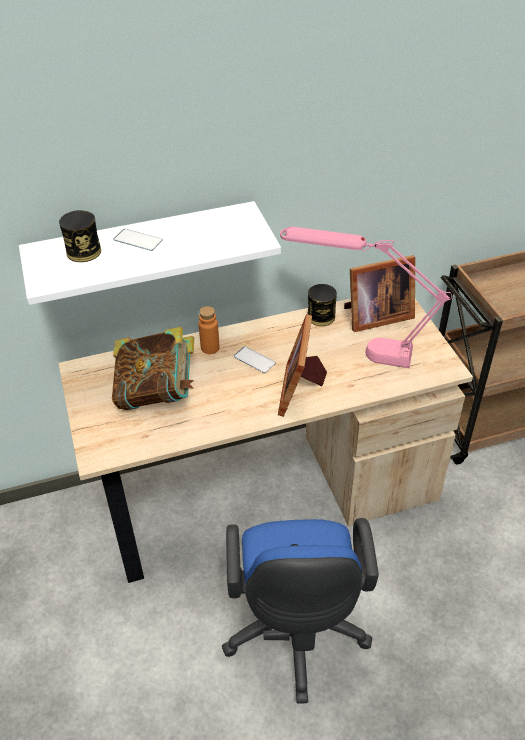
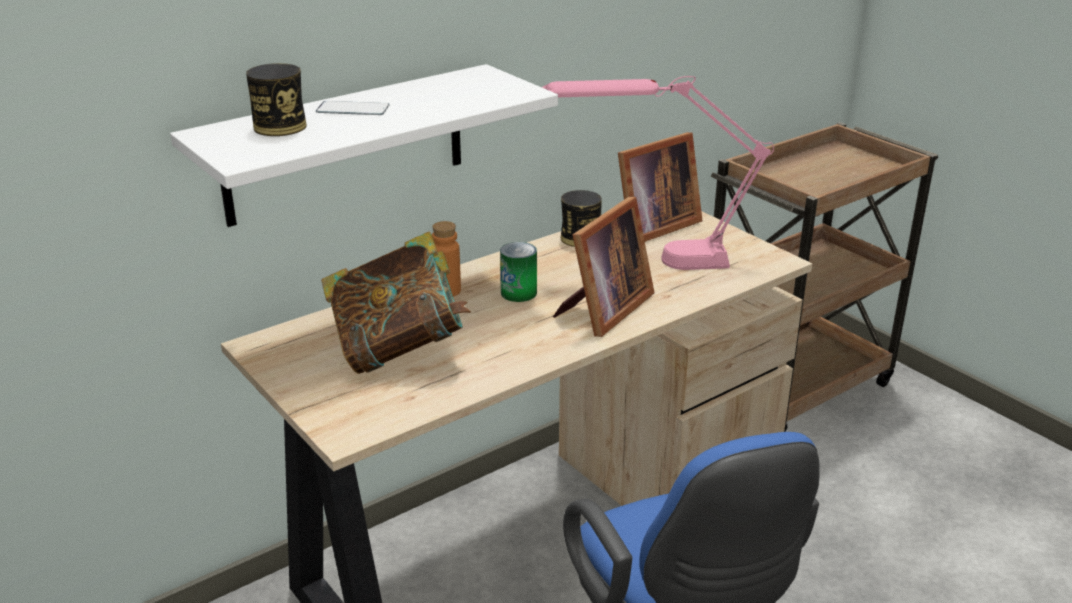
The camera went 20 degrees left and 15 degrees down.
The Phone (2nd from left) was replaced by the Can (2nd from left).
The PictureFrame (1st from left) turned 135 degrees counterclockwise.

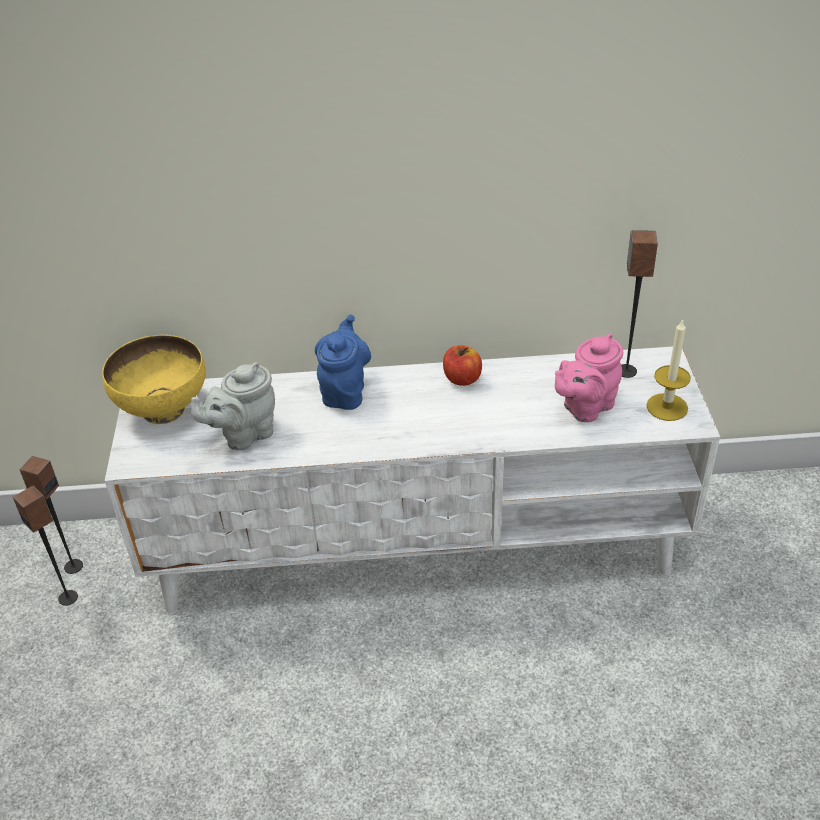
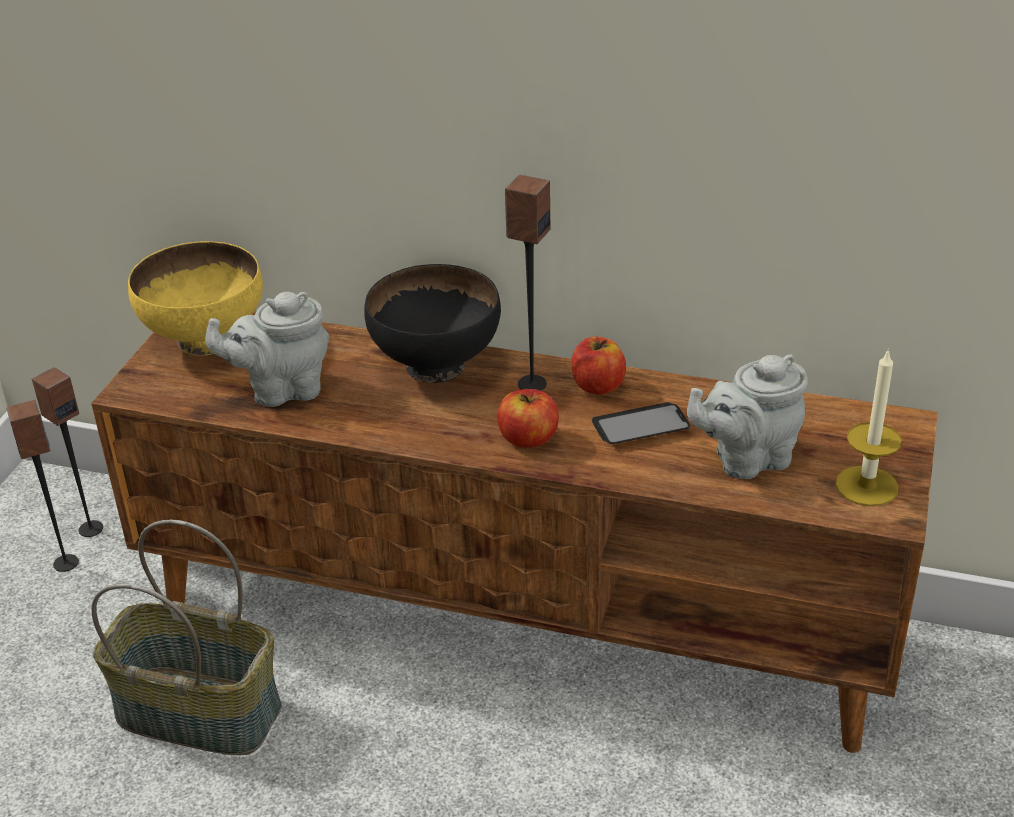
The camera went 20 degrees right and 5 degrees down.
The WhiteTvStand became the BrownTvStand.
The Basket appeared.
The BlueTeapot was replaced by the BlackBowl.
The Apple (1st from left) appeared.
The Speaker (3rd from left) moved.
The Phone appeared.
The PinkTeapot became the GreyTeapot (2nd from left).

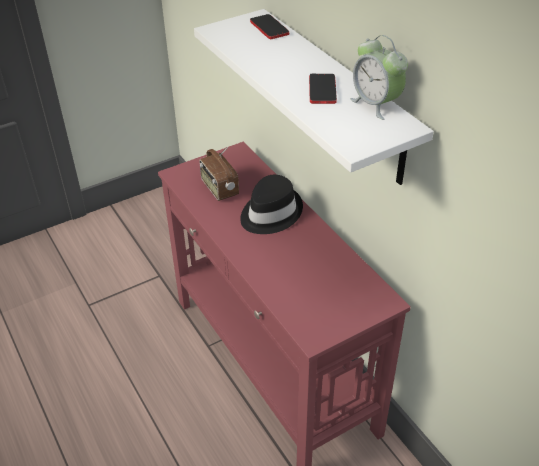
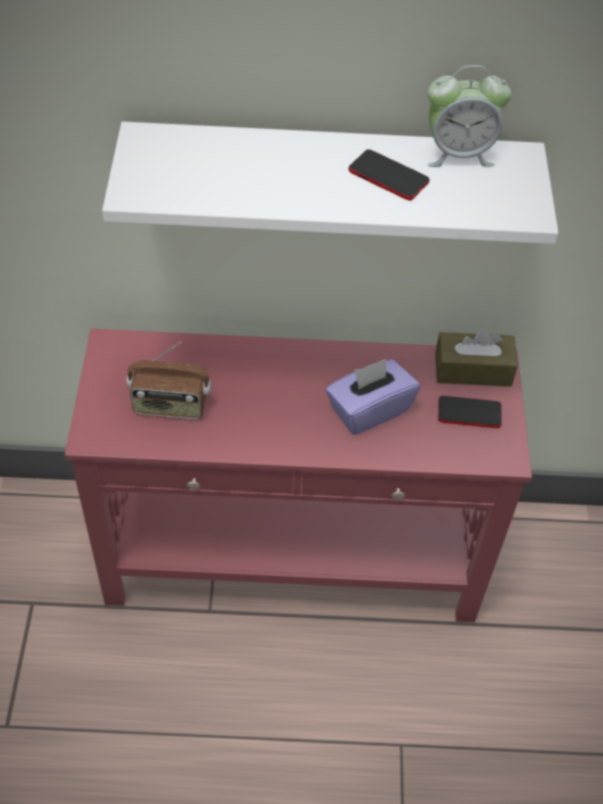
The camera went 60 degrees left and 10 degrees up.
The PurpleTissueBox appeared.
The BrownTissueBox appeared.
The Phone (1st from left in the first image) moved.
The BlackHat disappeared.

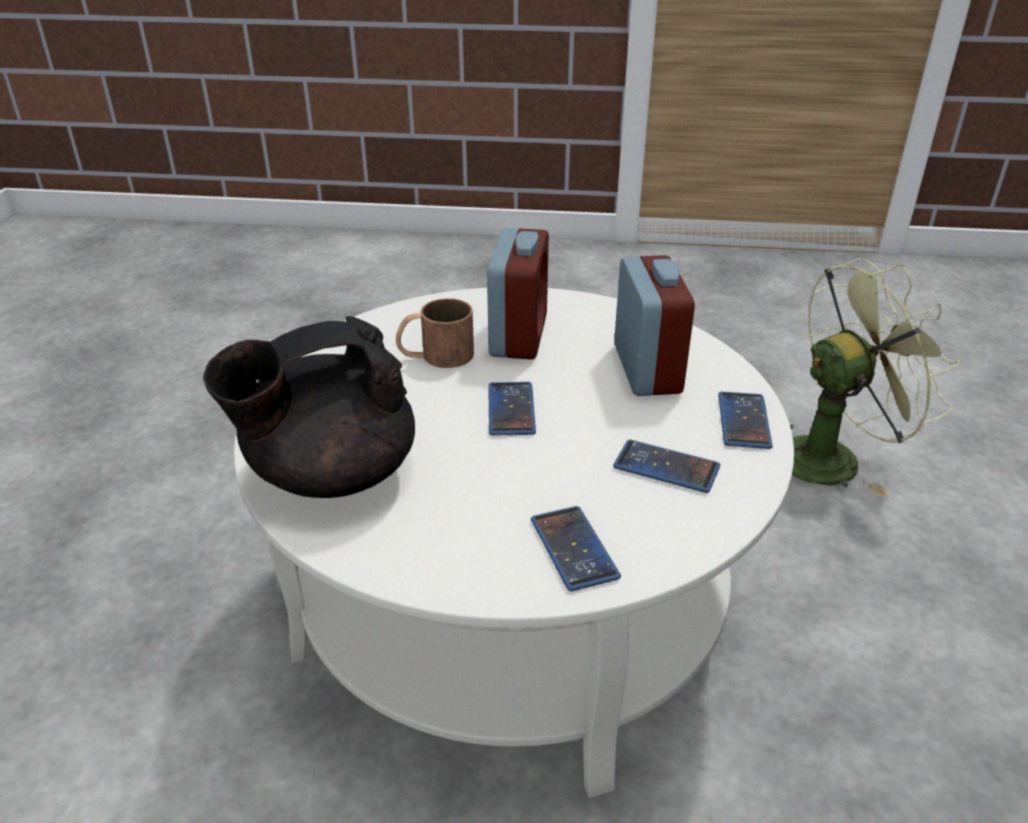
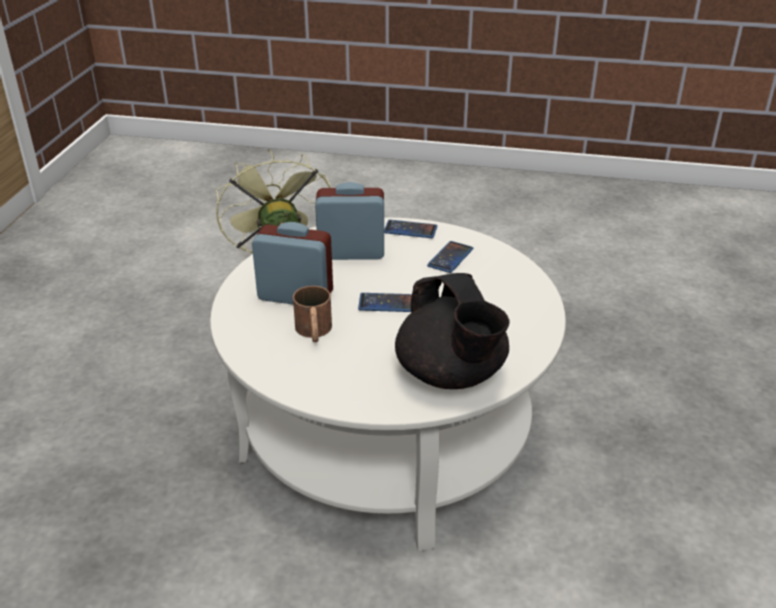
The camera went 85 degrees left and 0 degrees up.
The Phone (2nd from left) disappeared.

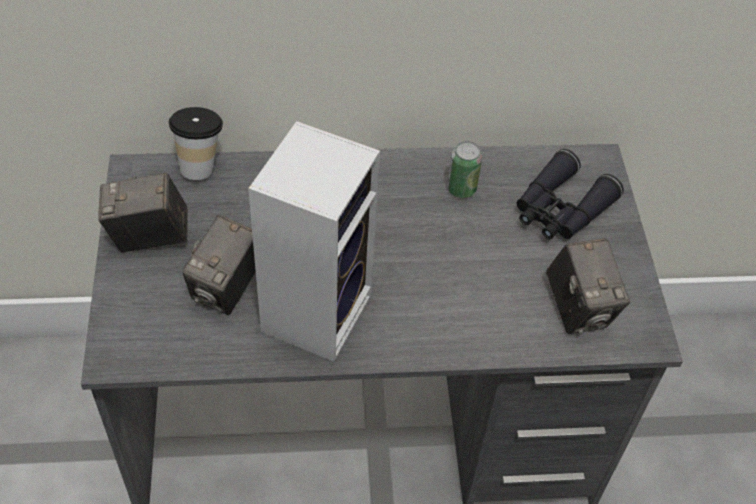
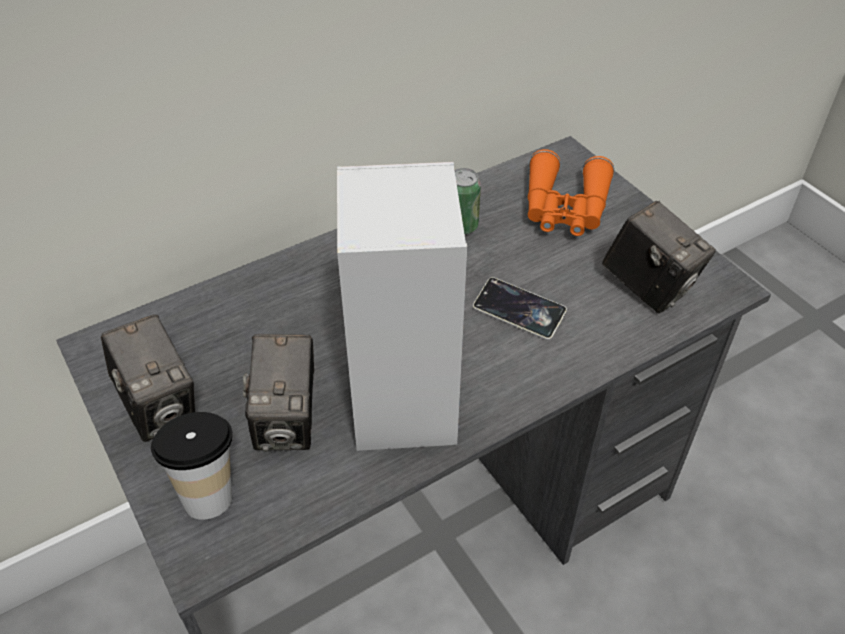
The camera went 25 degrees left and 5 degrees down.
The PhotoCamera (1st from left) turned 90 degrees counterclockwise.
The Cup moved.
The Phone appeared.
The BlackBinoculars became the OrangeBinoculars.

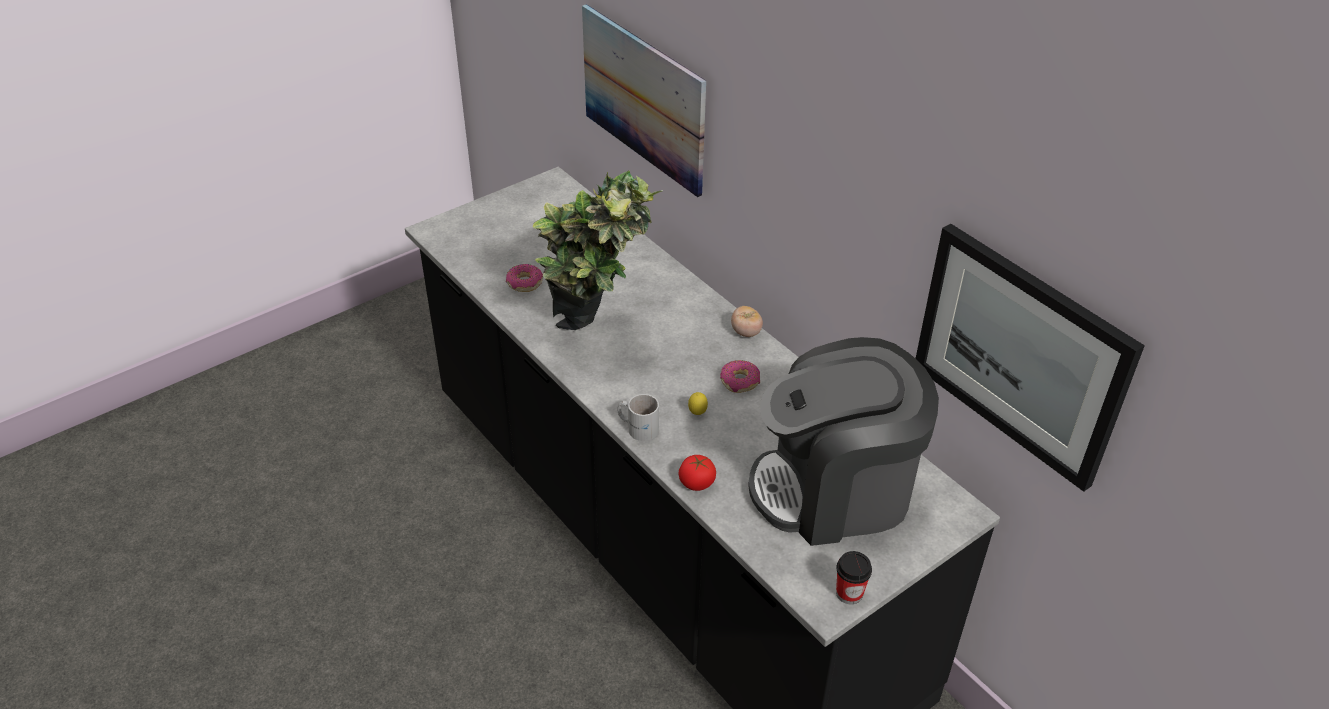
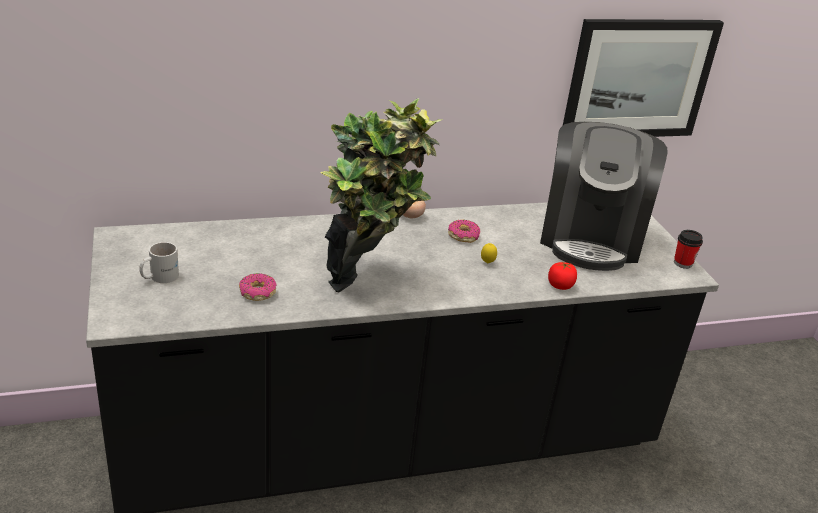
The camera went 70 degrees left and 10 degrees down.
The WhiteMug moved.
The Picture (1st from left) disappeared.

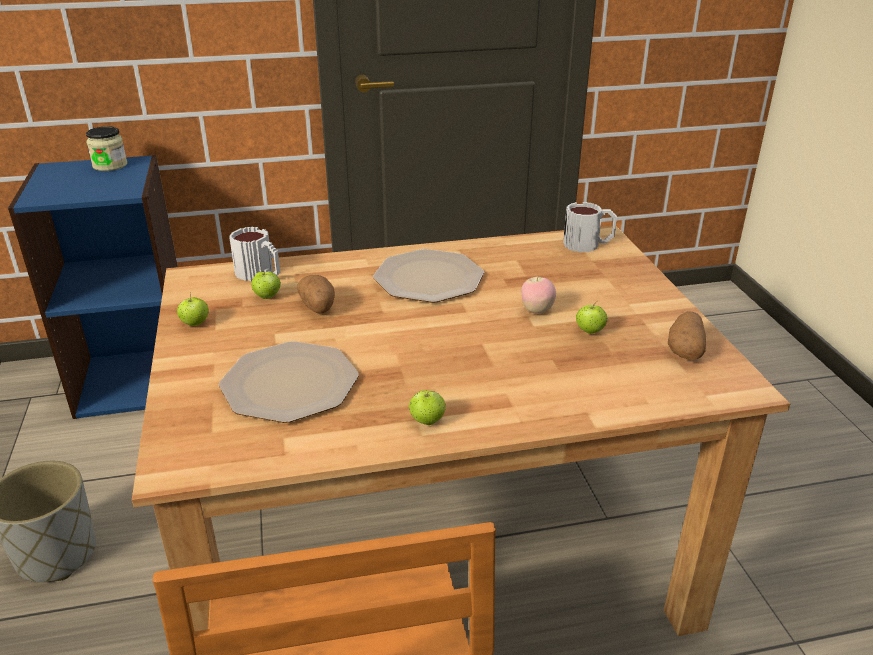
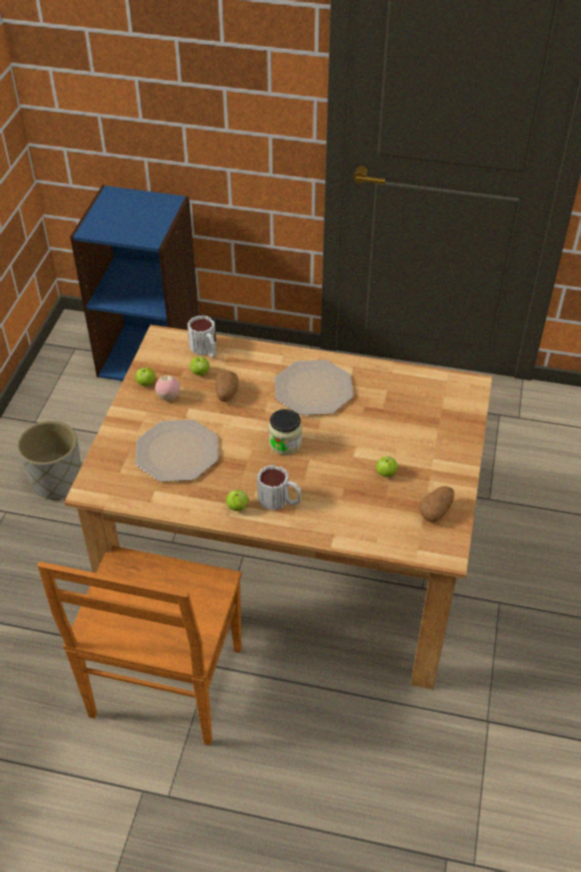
The camera went 25 degrees right and 15 degrees up.
The Apple (4th from left in the first image) moved.
The Mug (2nd from left) moved.
The Jar moved.

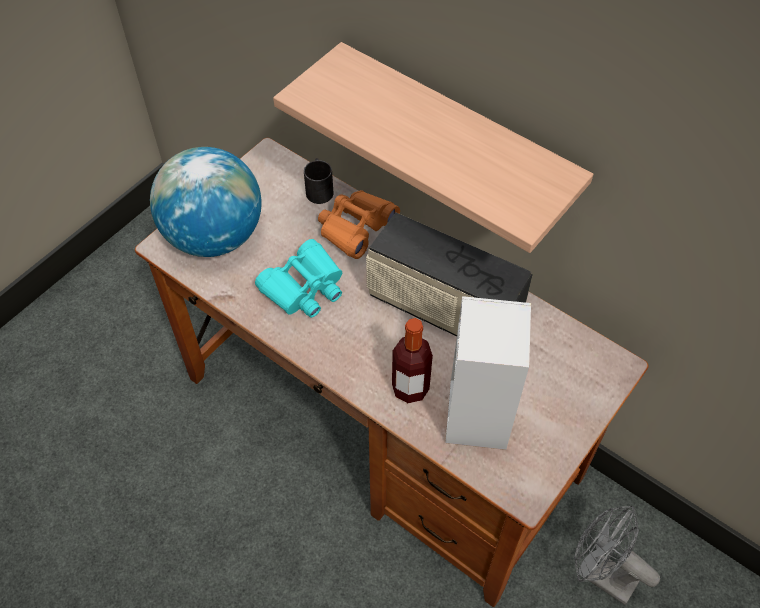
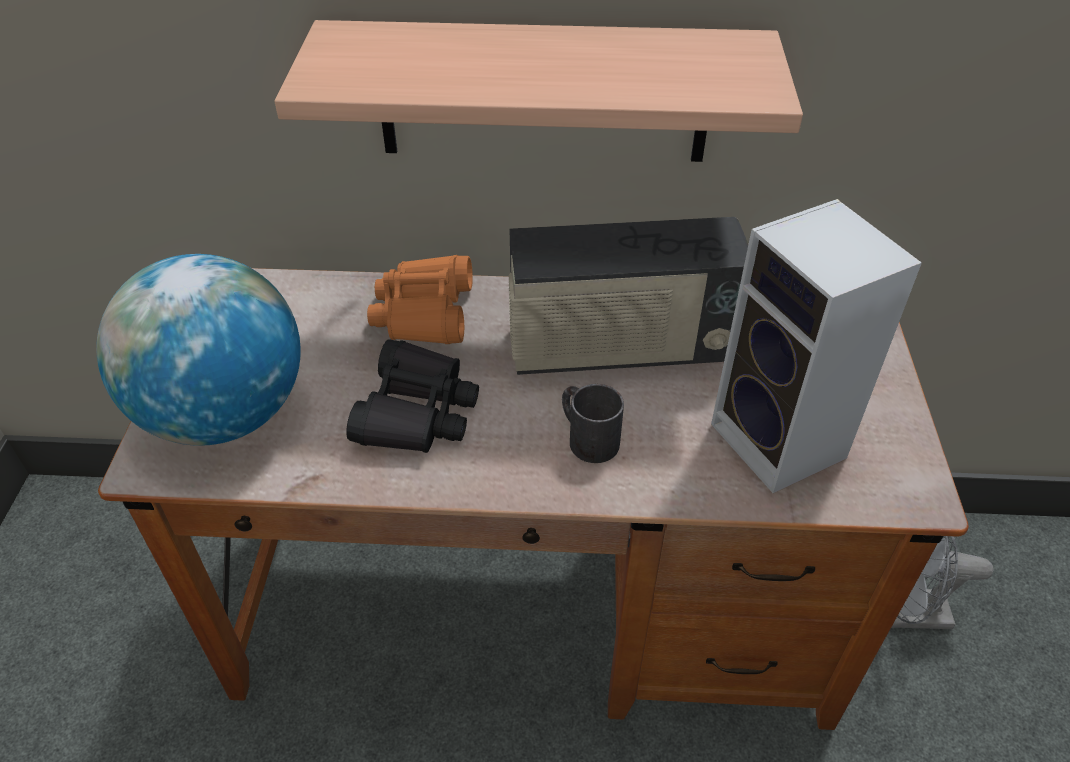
The camera went 35 degrees left and 10 degrees down.
The TurquoiseBinoculars became the BlackBinoculars.
The BlackMug moved.
The Bottle disappeared.

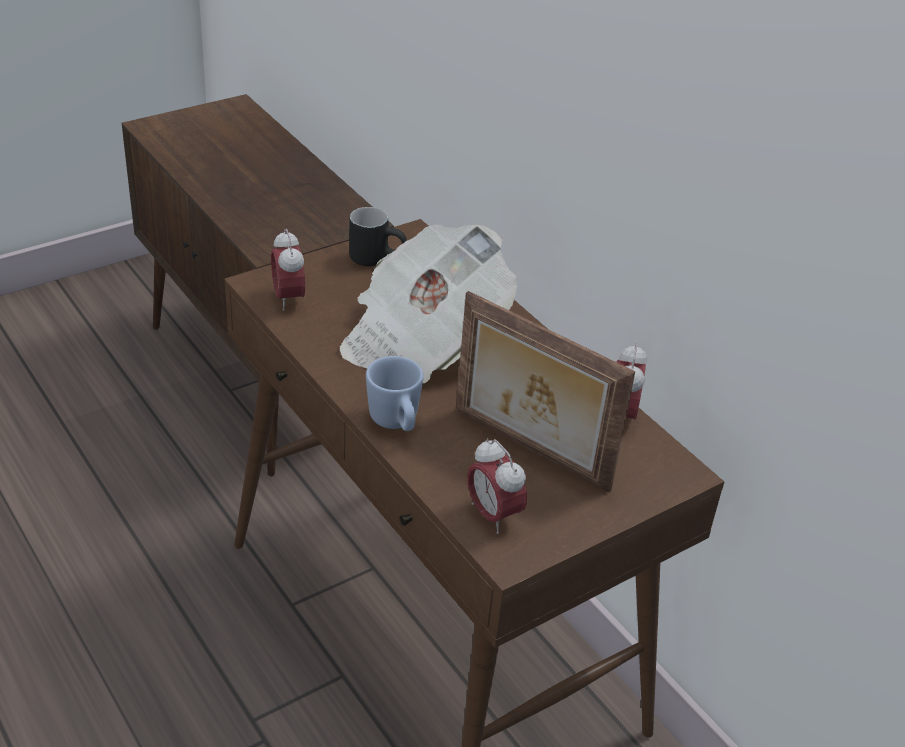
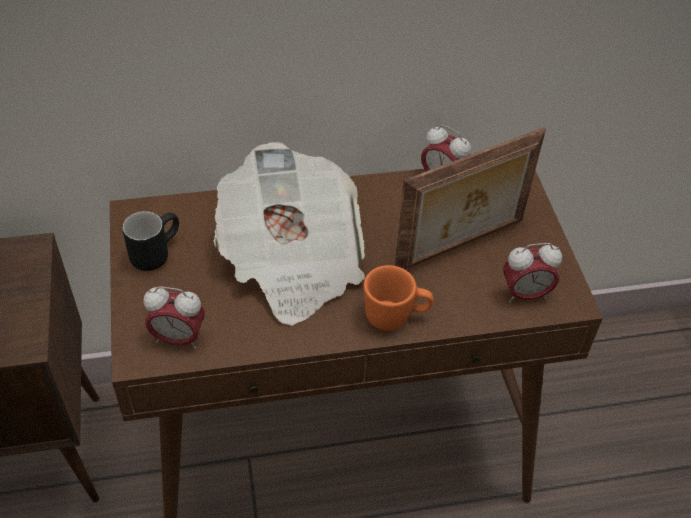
The camera went 65 degrees left and 10 degrees up.
The BlueMug became the OrangeMug.

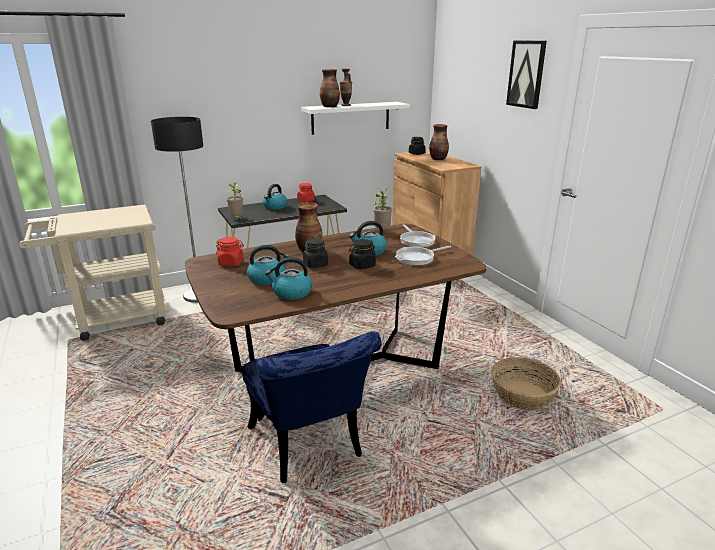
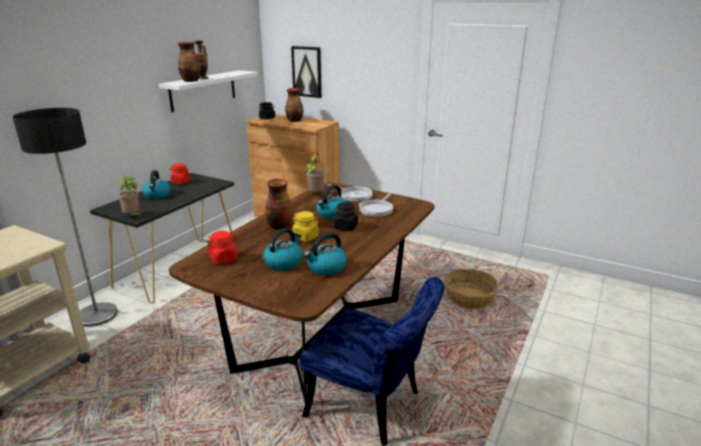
The camera went 35 degrees left and 0 degrees up.
The Picture moved.
The BlackJar (1st from left) became the YellowJar.

